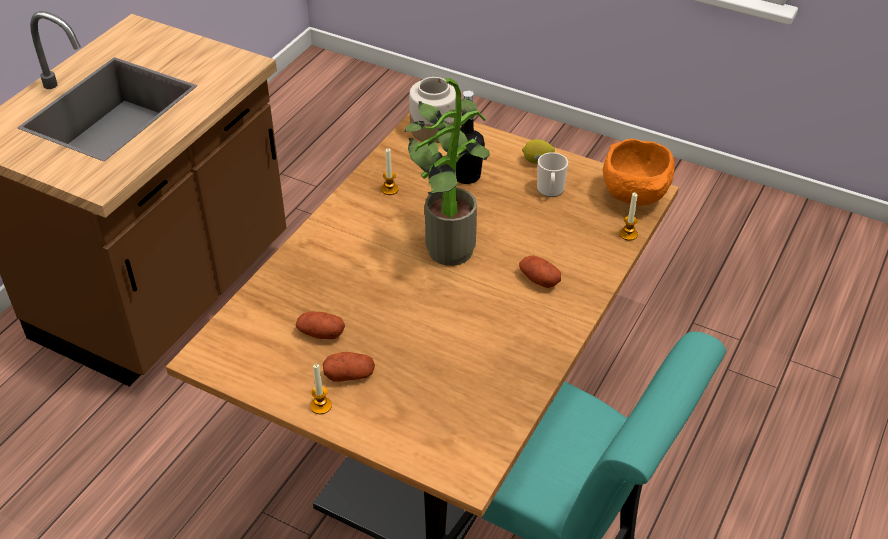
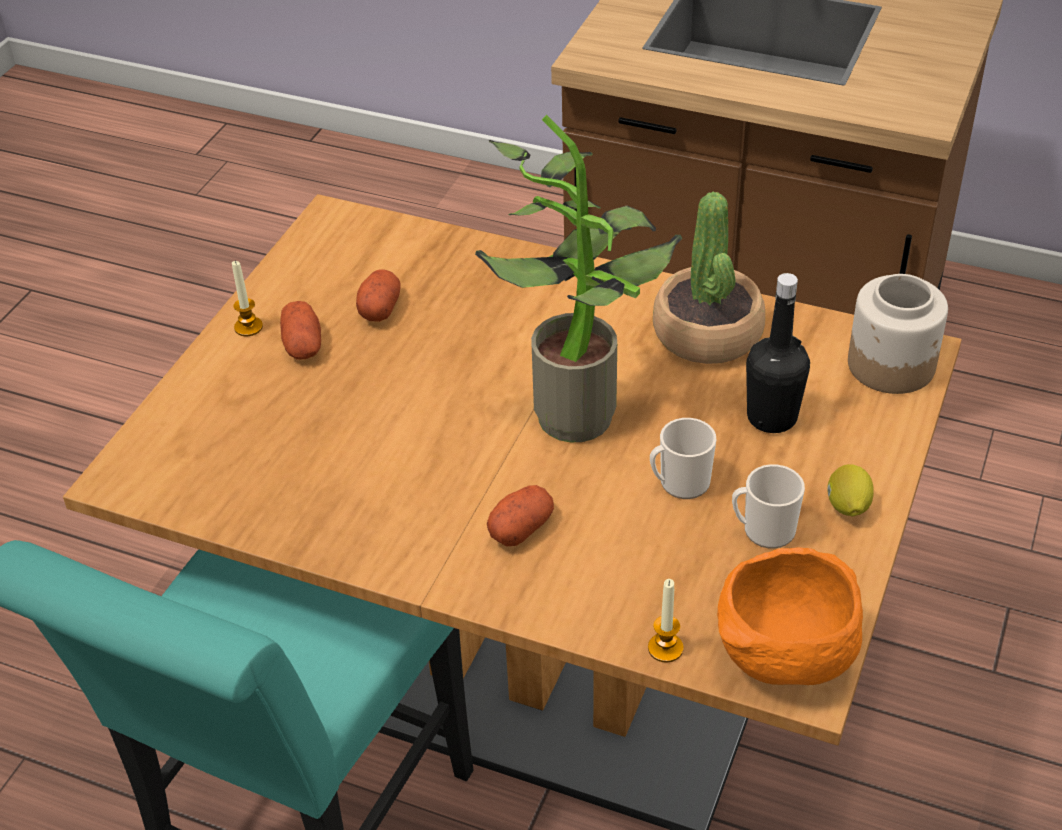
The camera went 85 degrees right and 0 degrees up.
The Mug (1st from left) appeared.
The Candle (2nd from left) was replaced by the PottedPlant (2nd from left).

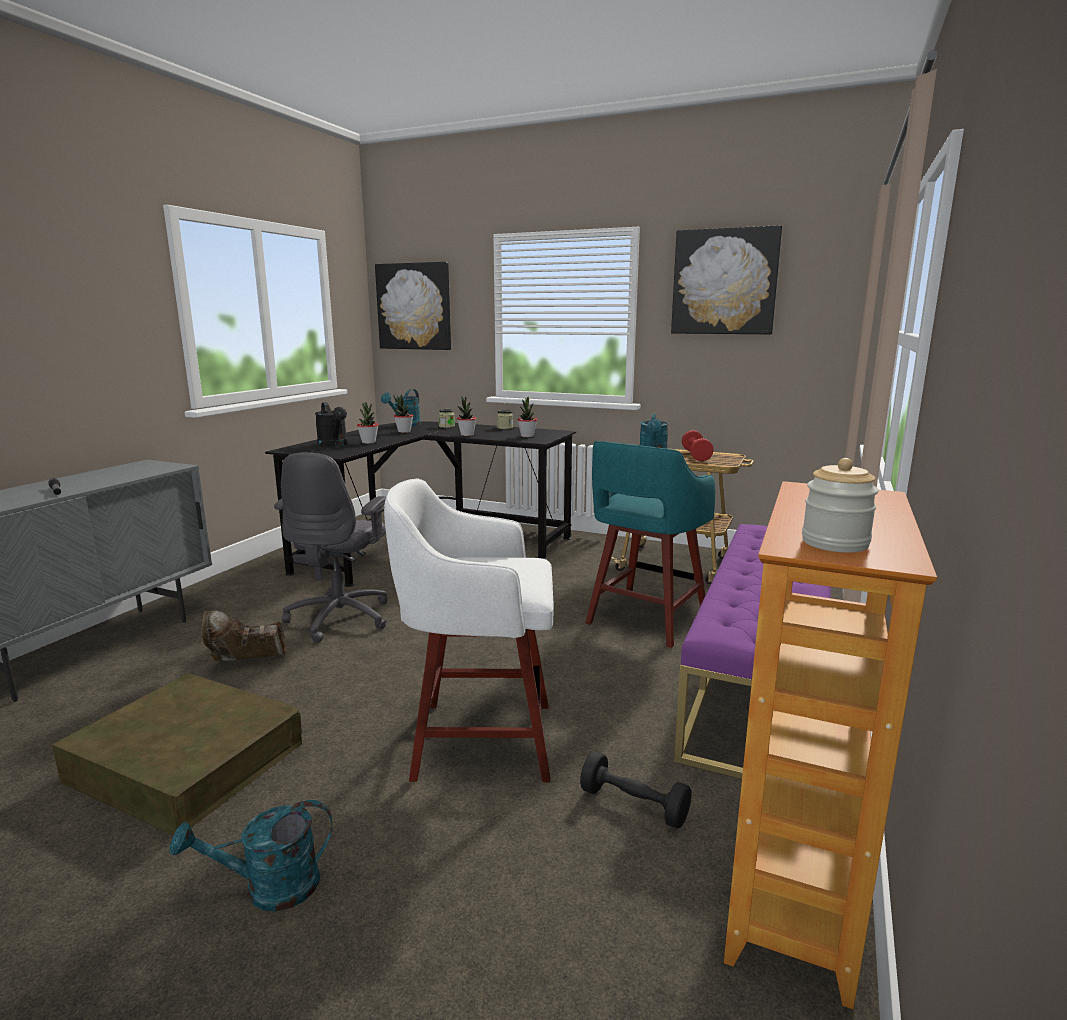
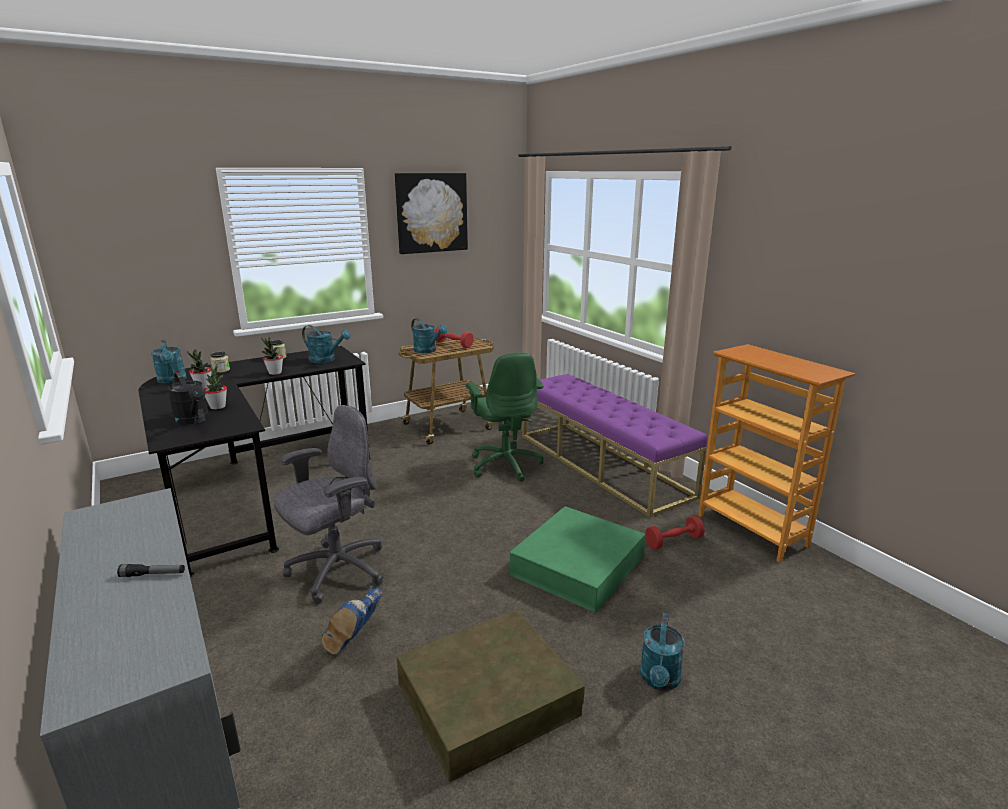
The camera went 55 degrees left and 5 degrees up.
The BlackWateringCan turned 45 degrees clockwise.
The GreyOfficeChair turned 90 degrees counterclockwise.
The PottedPlant (4th from left) was replaced by the TurquoiseWateringCan (2nd from left).
The BrownBoot became the BlueBoot.
The TurquoiseStool was replaced by the GreenOfficeChair.
The WhiteStool was replaced by the GreenStorageBox.
The BlackDumbbell became the RedDumbbell (2nd from left).
The Picture (1st from left) disappeared.
The Jar (3rd from left) disappeared.

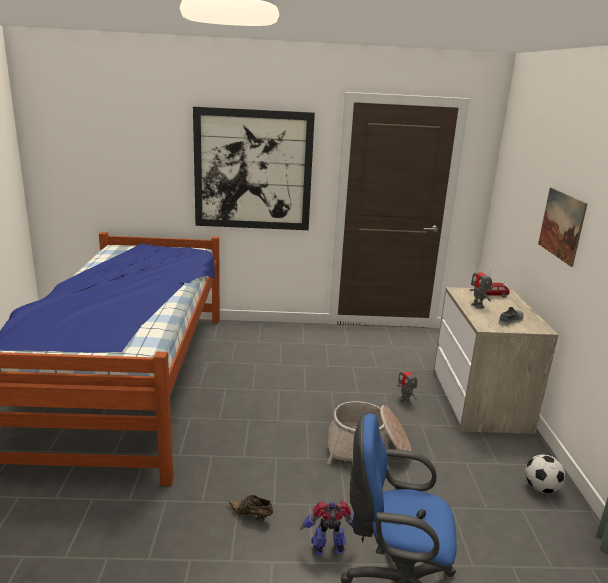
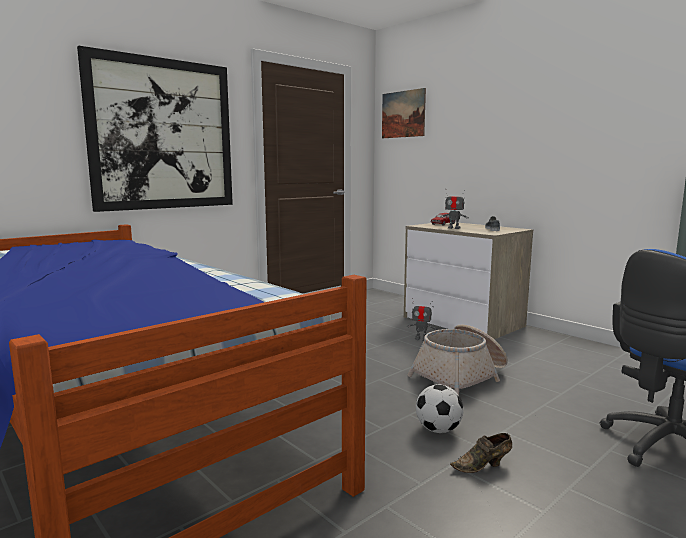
The camera went 40 degrees left and 10 degrees down.
The Picture (2nd from left) moved.
The Football moved.
The ToyRobot (1st from left) disappeared.

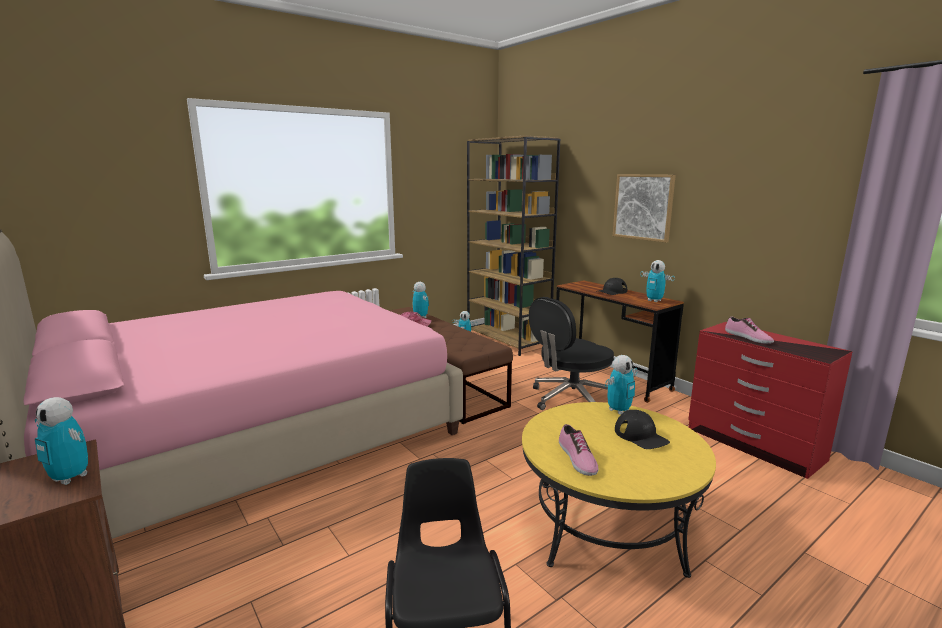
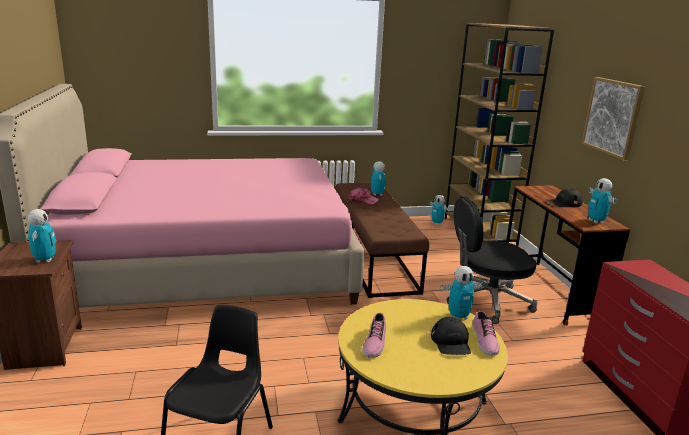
The camera went 25 degrees right and 5 degrees up.
The ToyRobot (1st from left) turned 150 degrees counterclockwise.
The Shoe (2nd from left) moved.

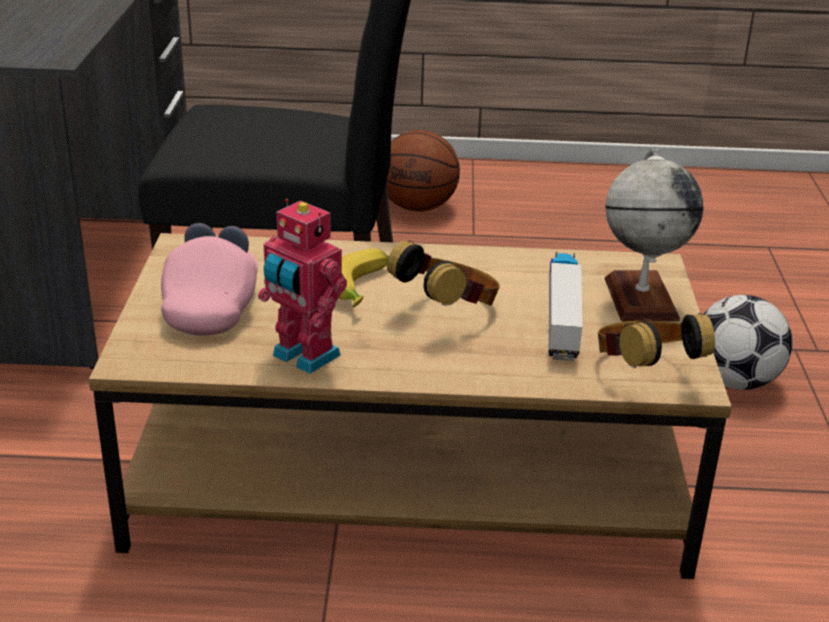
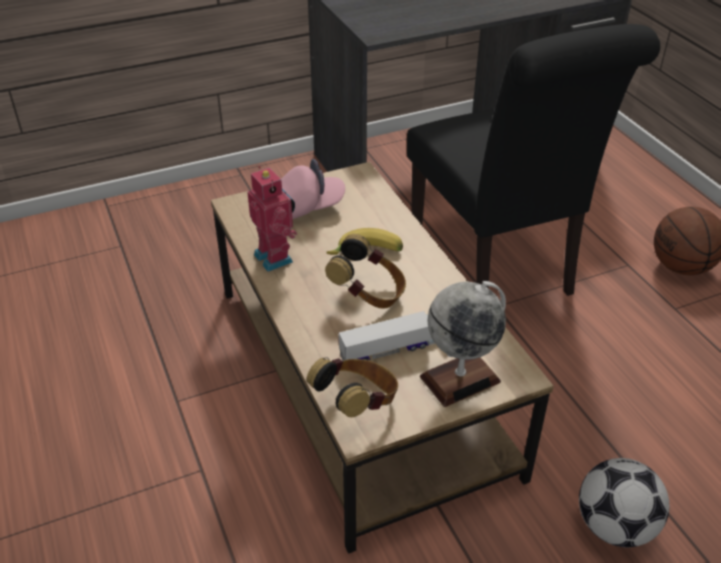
The camera went 65 degrees right and 10 degrees up.
The ToyRobot turned 135 degrees clockwise.

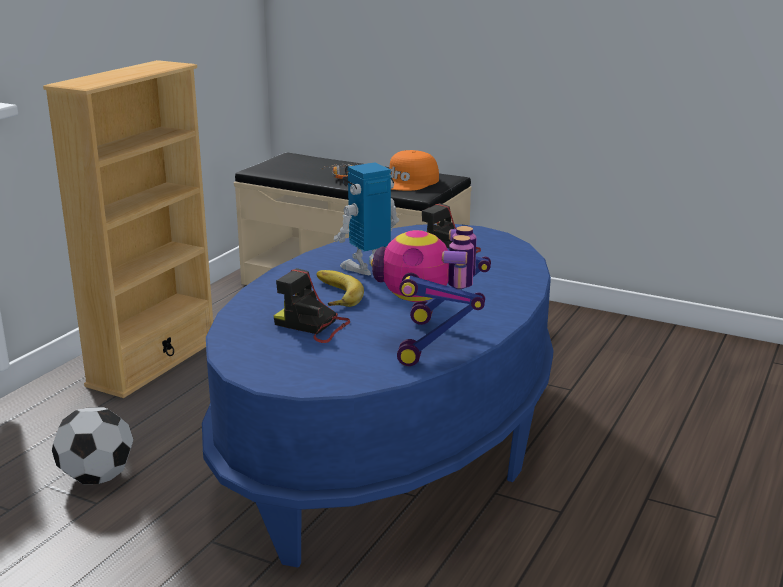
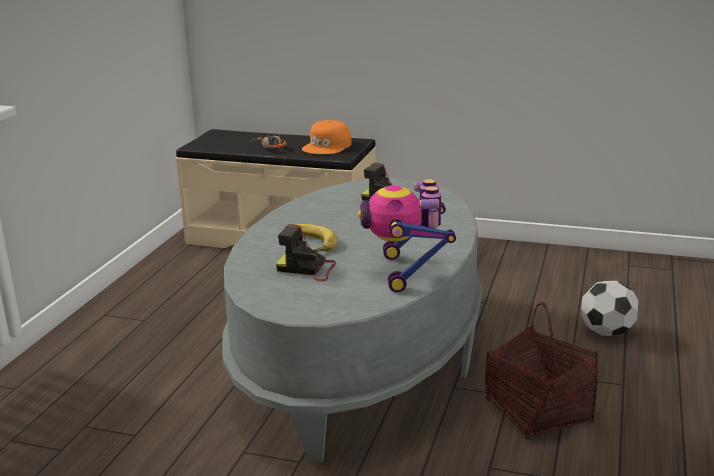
The camera went 10 degrees left and 0 degrees up.
The BlueCoffeeTable became the GreyCoffeeTable.
The Basket appeared.
The Football moved.
The BeigeBookcase disappeared.
The ToyRobot (1st from left) disappeared.

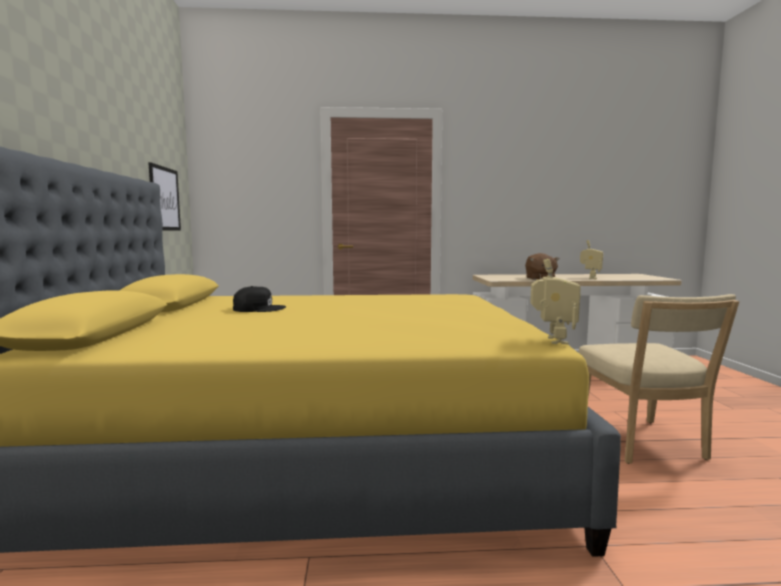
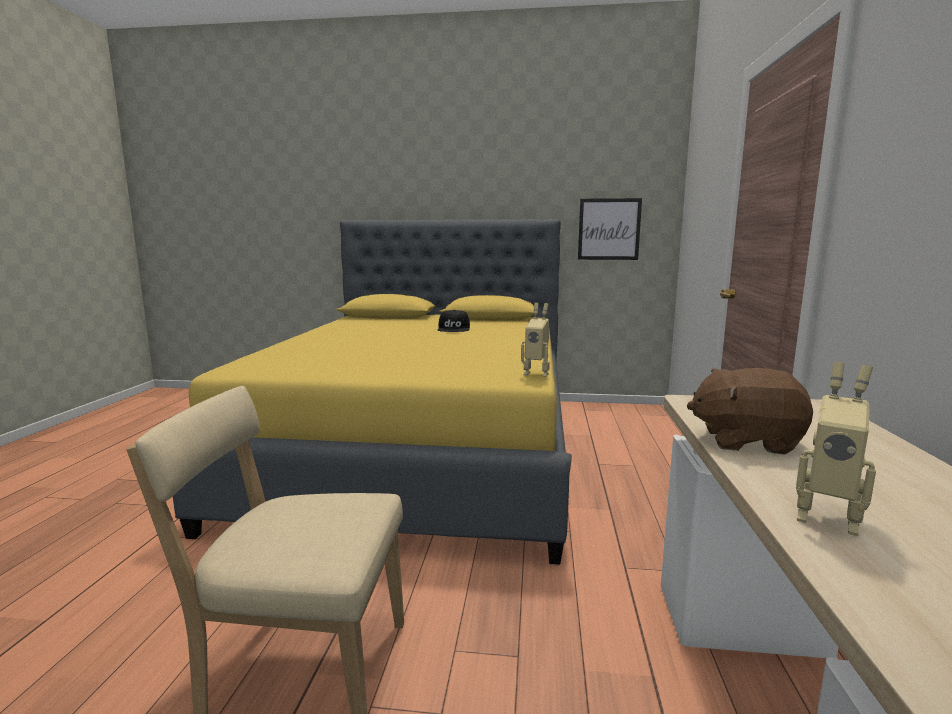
The camera went 100 degrees right and 5 degrees up.
The ToyRobot (1st from left) moved.

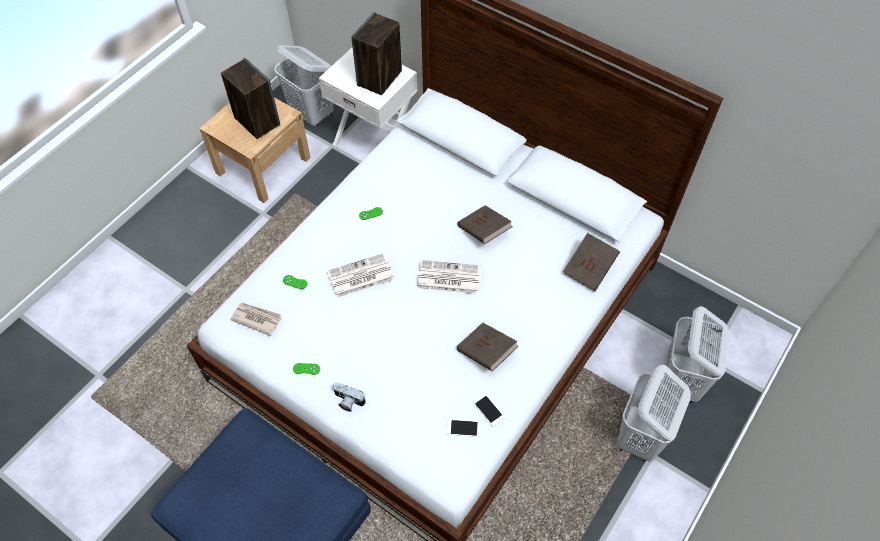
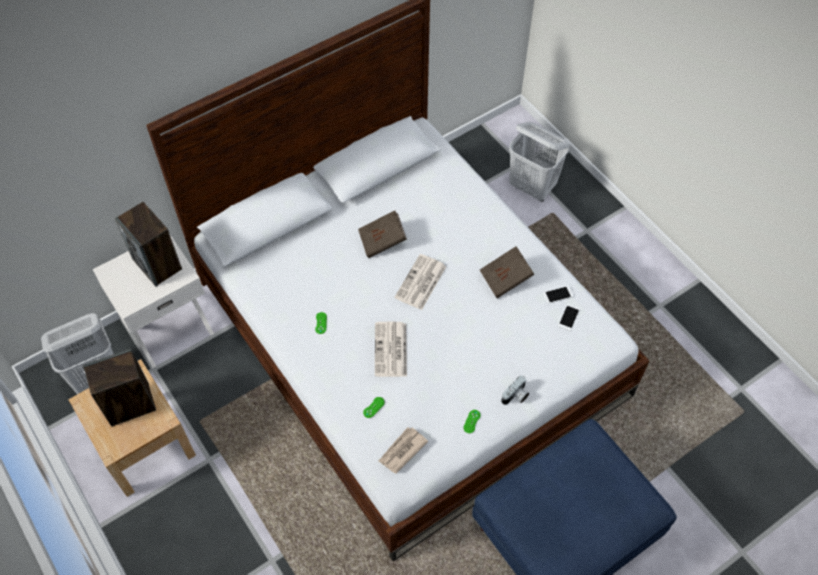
The camera went 70 degrees left and 0 degrees up.
The BrownBook (3rd from left) disappeared.
The WhiteLaundryBasket (2nd from left) disappeared.

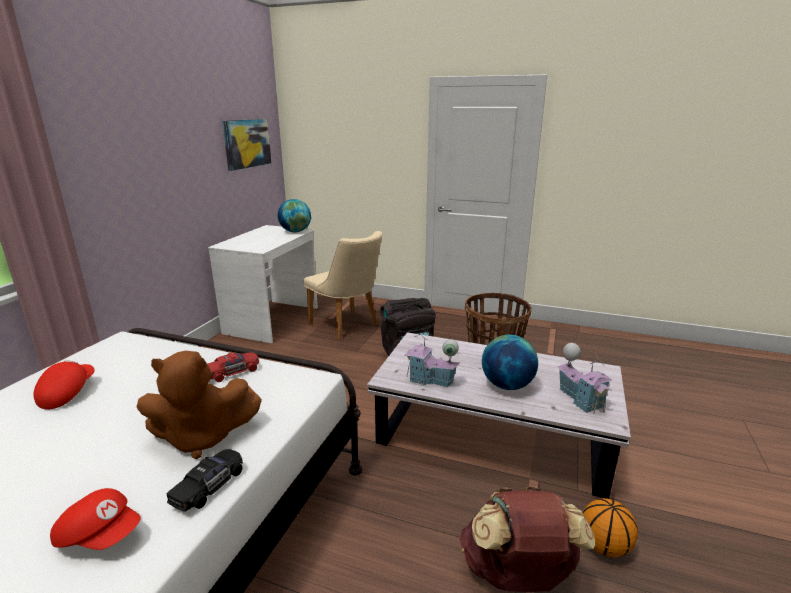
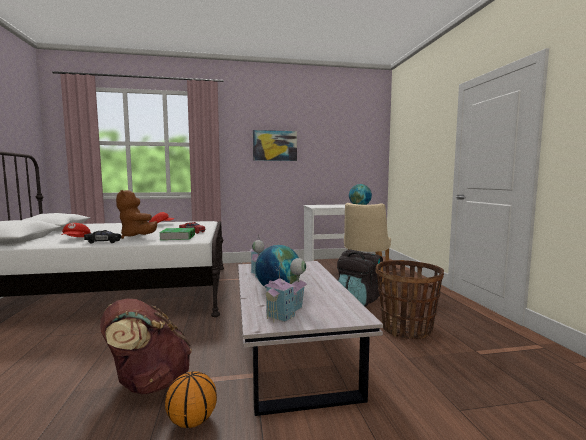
The camera went 60 degrees right and 15 degrees down.
The Book appeared.
The Picture moved.

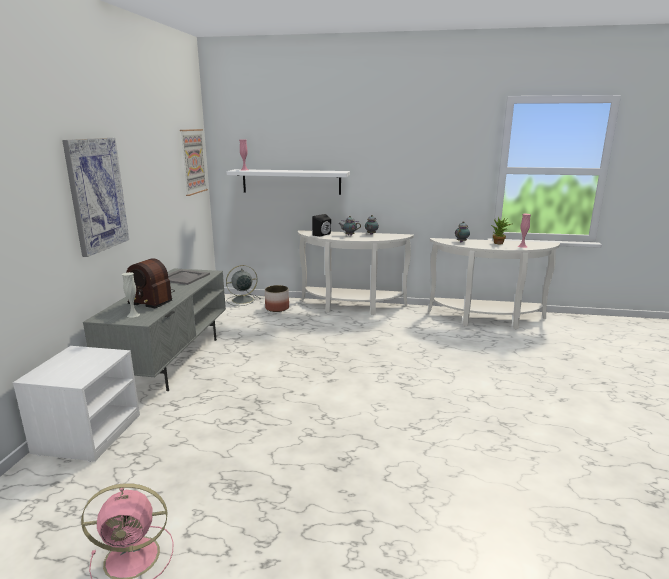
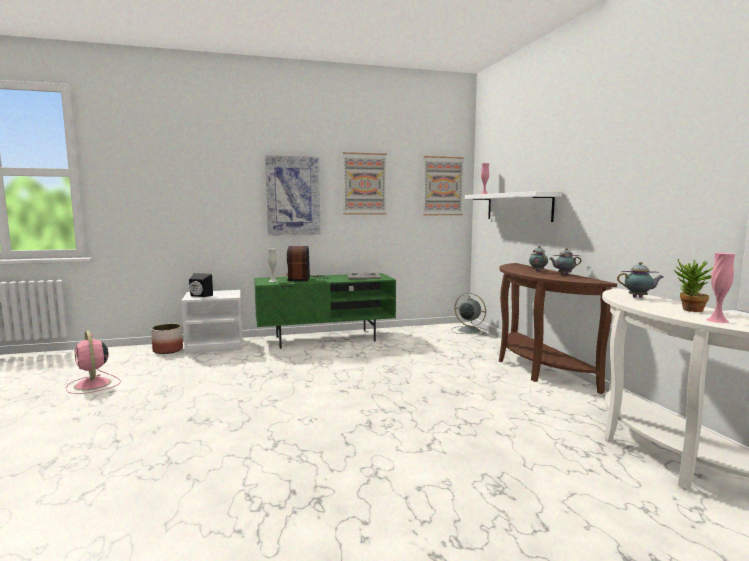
The camera went 65 degrees right and 10 degrees down.
The Planter moved.
The BlackSpeaker moved.
The GreyTvStand became the GreenTvStand.
The Picture (2nd from left) appeared.
The WhiteConsoleTable (1st from left) became the BrownConsoleTable.

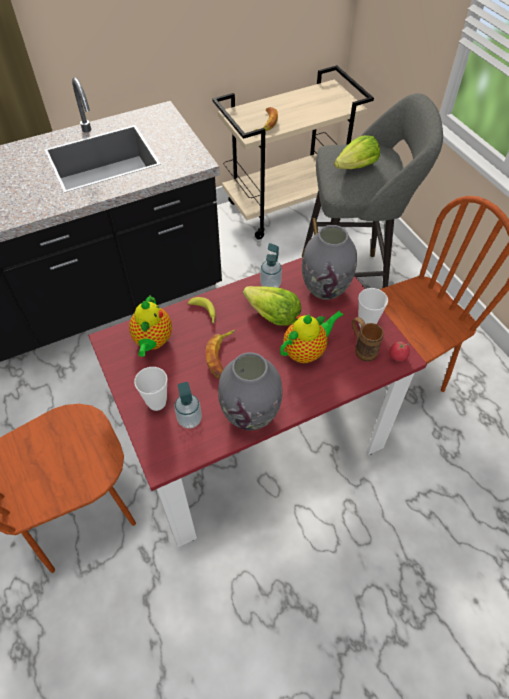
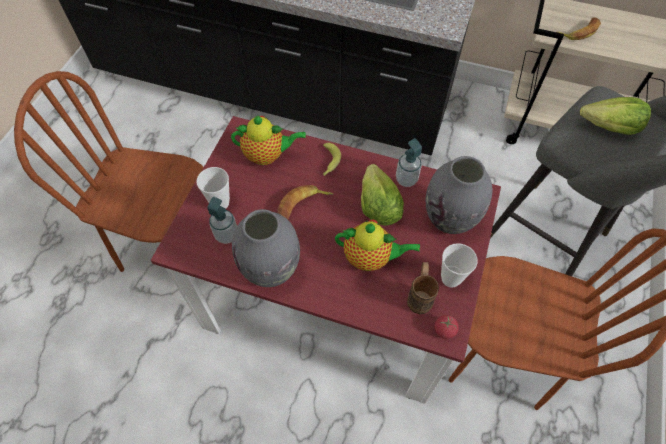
The camera went 45 degrees right and 5 degrees up.
The Teapot (1st from left) turned 135 degrees counterclockwise.

